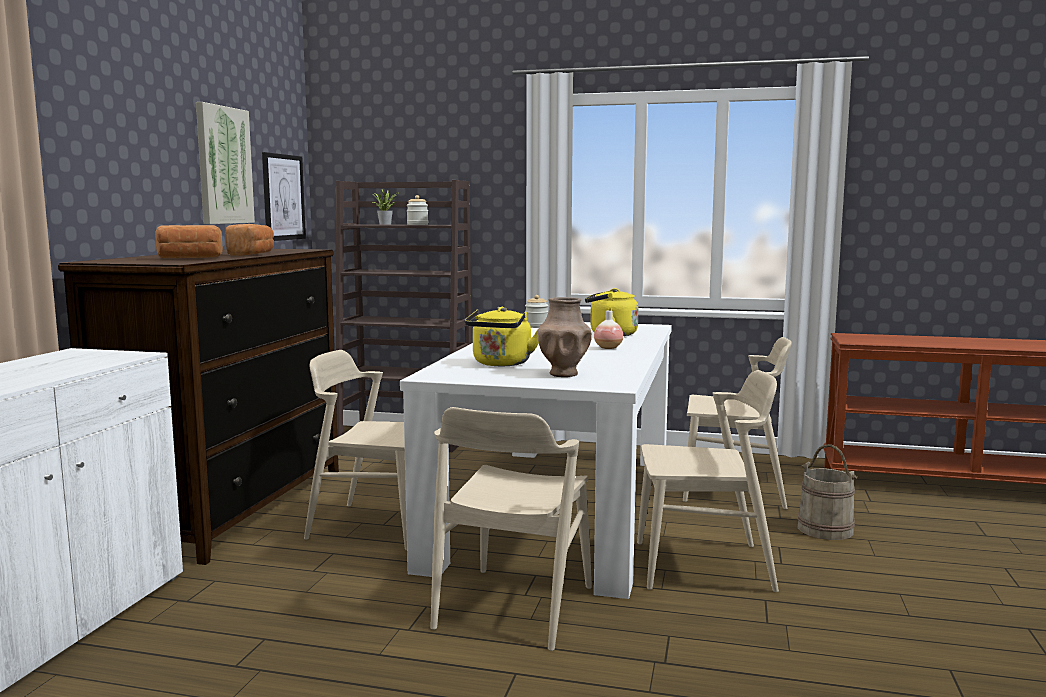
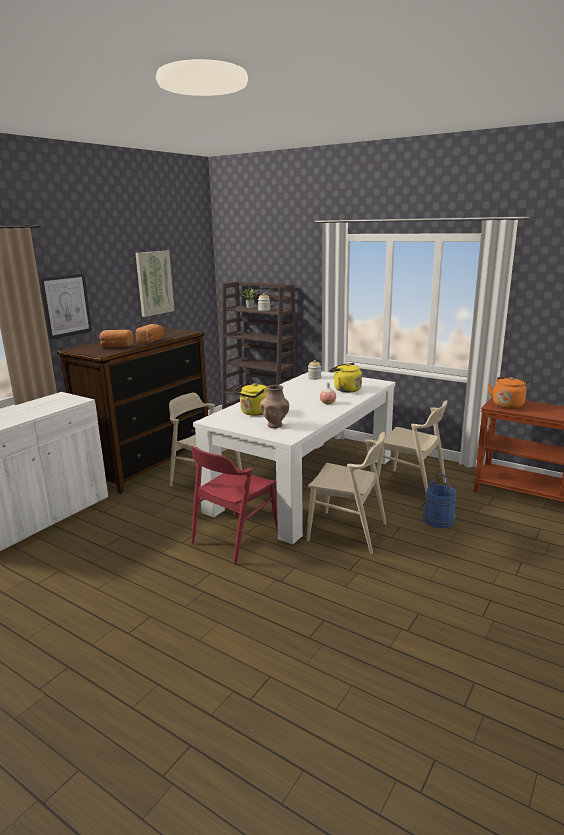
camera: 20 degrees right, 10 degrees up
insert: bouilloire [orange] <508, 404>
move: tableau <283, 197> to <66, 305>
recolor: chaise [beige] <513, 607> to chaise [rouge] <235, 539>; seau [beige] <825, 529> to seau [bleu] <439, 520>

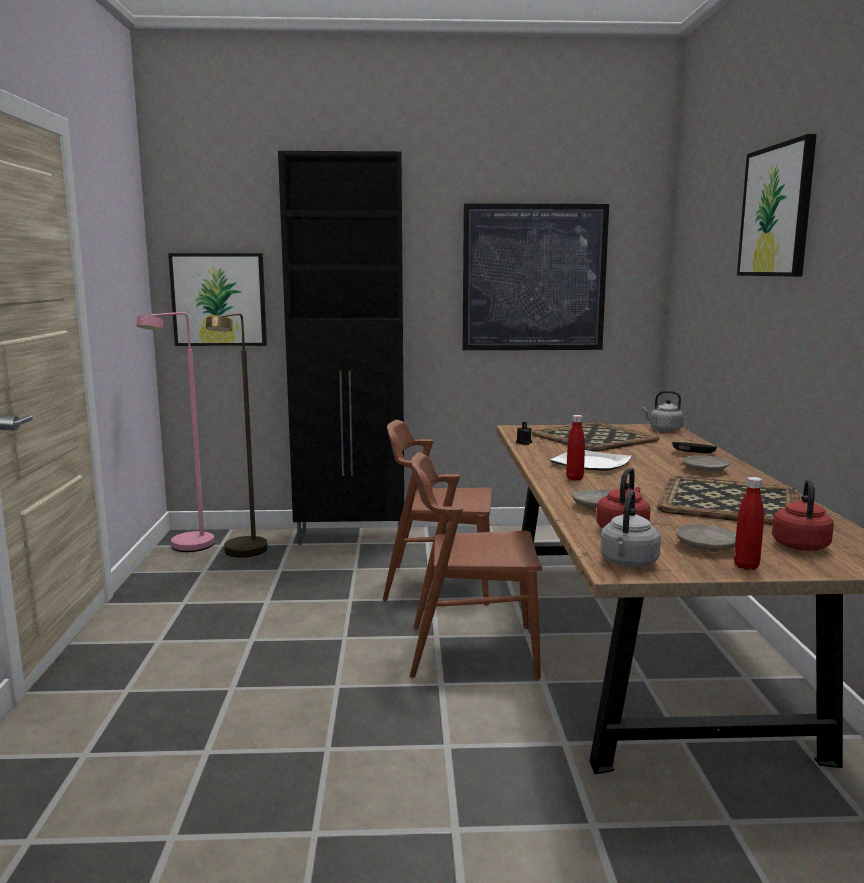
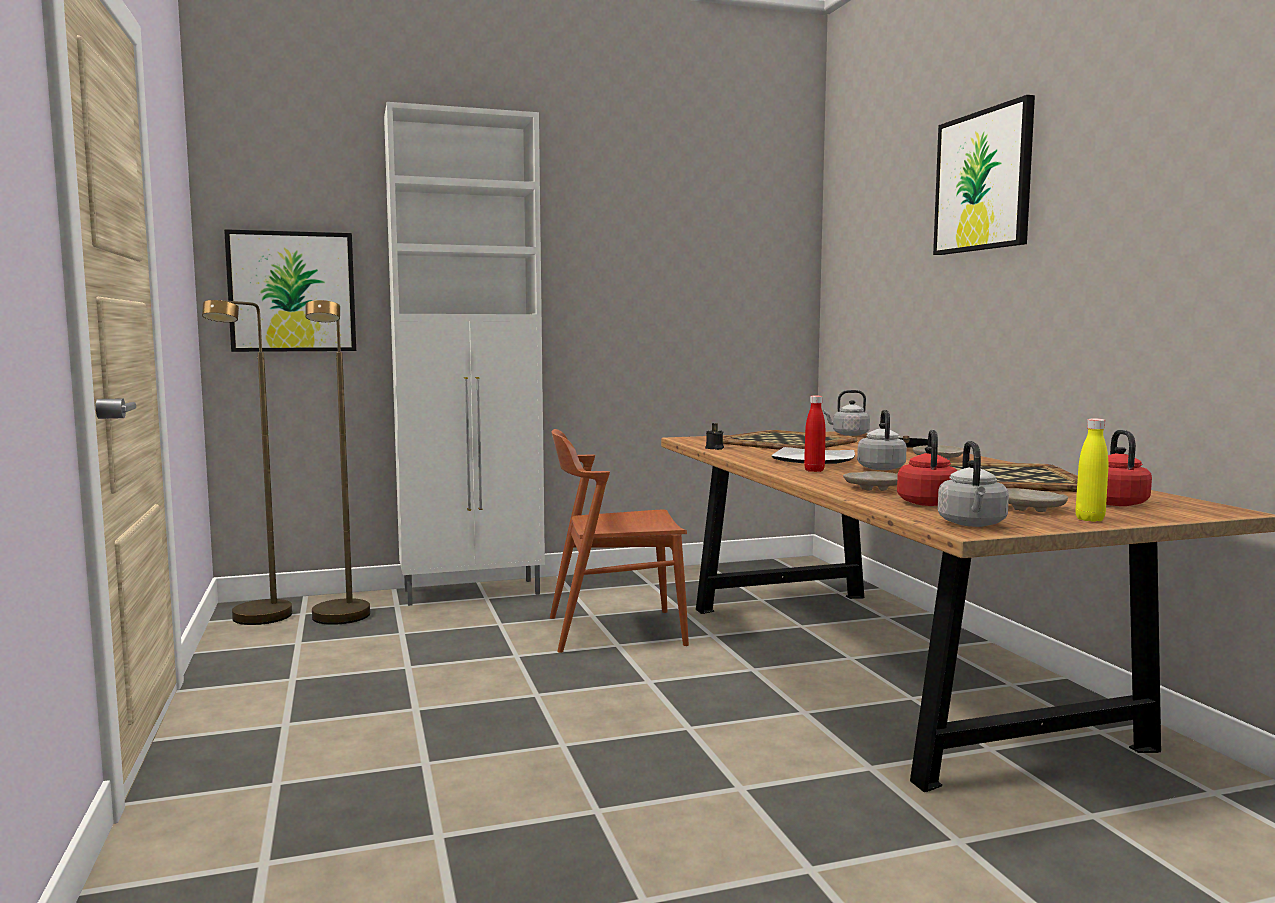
camera: 15 degrees left, 5 degrees down
delete: chaise [marron] <472, 650>; tableau <534, 278>
insert: bouilloire [gris] <880, 468>
recolor: lampadaire [rose] <187, 549> to lampadaire [marron] <257, 621>; meuble de rangement [noir] <352, 537> to meuble de rangement [blanc] <474, 592>; bouteille [rouge] <746, 566> to bouteille [jaune] <1089, 519>

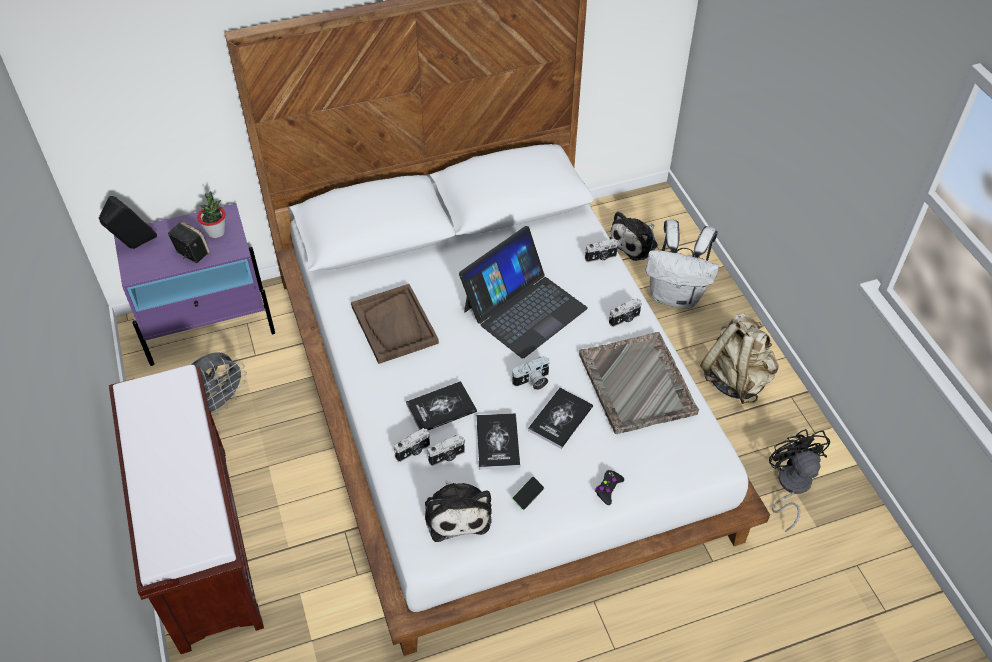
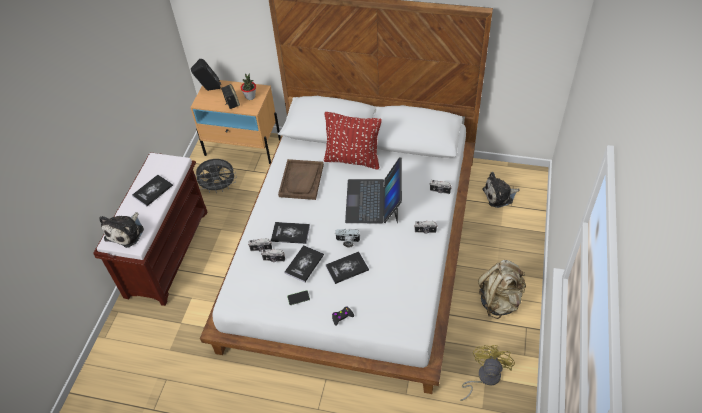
camera: 35 degrees right, 0 degrees up
delete: plateau [gris] <637, 385>; sac à dos [blanc] <676, 295>
insert: livre <152, 191>; coussin [rouge] <353, 159>
move: peluche <457, 512> to <126, 232>
recolor: table de chevet [violet] <209, 326> to table de chevet [beige] <243, 147>; ventilateur [noir] <790, 486> to ventilateur [jaune] <484, 377>
rotate: ordinateur portable <524, 309> = <373, 201> 105 degrees clockwise

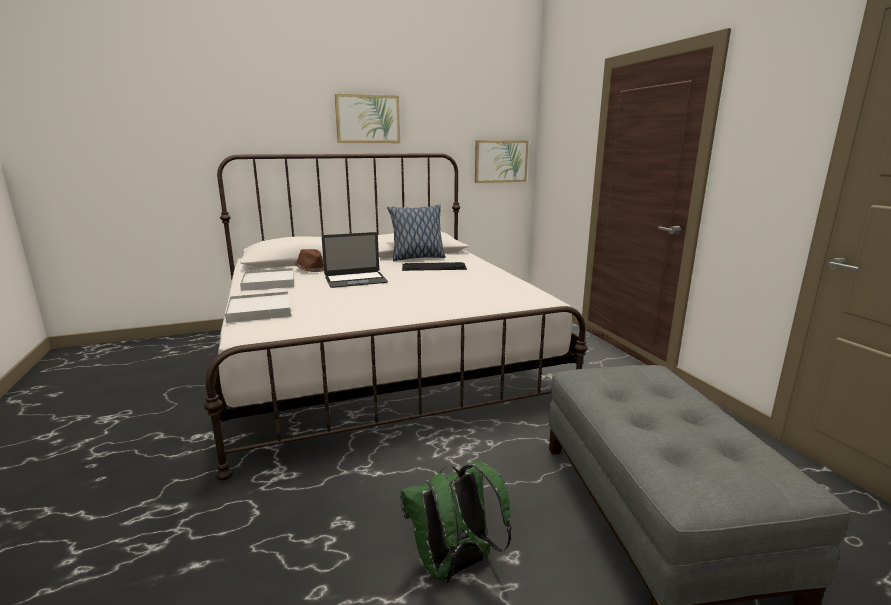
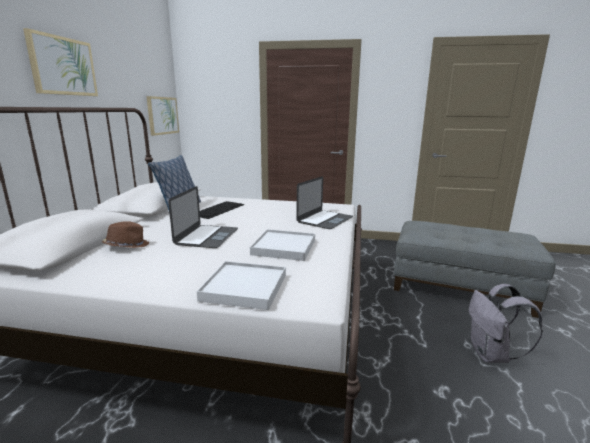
camera: 60 degrees left, 0 degrees up
insert: ordinateur portable <325, 219>
move: plateau [blanc] <269, 282> to <284, 247>
recolor: sac à dos [vert] <454, 566> to sac à dos [gris] <491, 355>

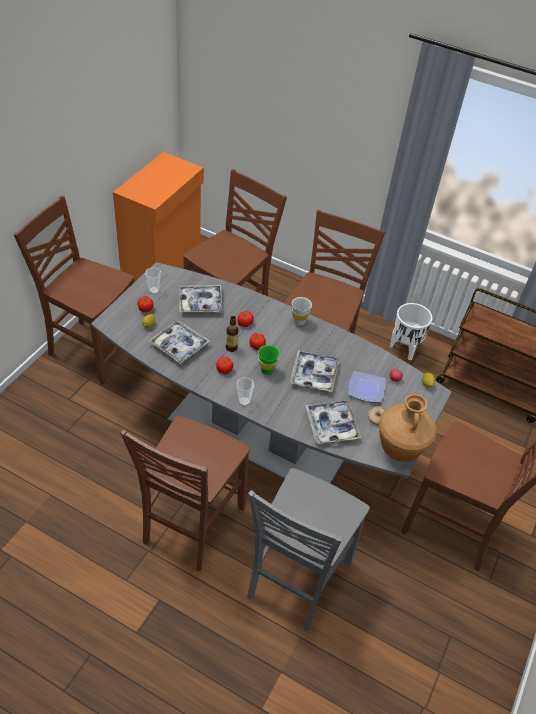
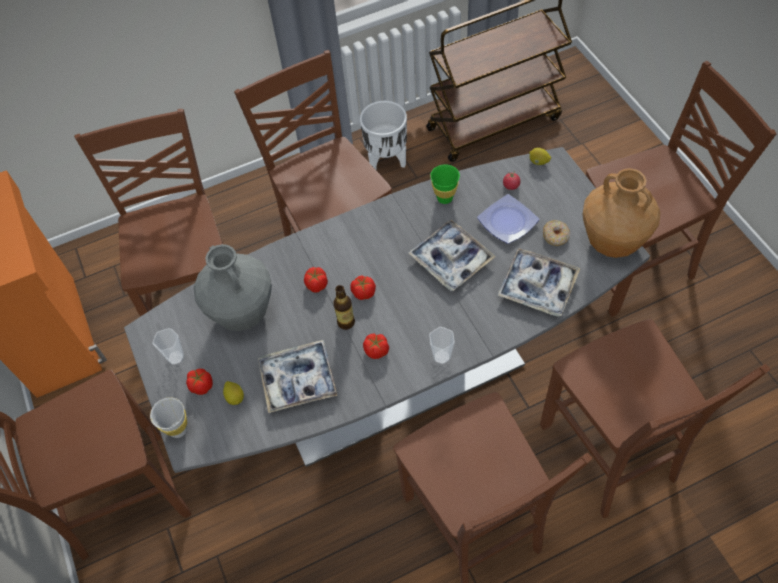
camera: 45 degrees left, 10 degrees up
move: tasse [vert] <267, 370> to <444, 198>; tasse [blanc] <299, 321> to <178, 429>
replace: plateau <201, 303> to vase [gris] <243, 314>
recolor: chaise [gris] <296, 580> to chaise [marron] <610, 454>

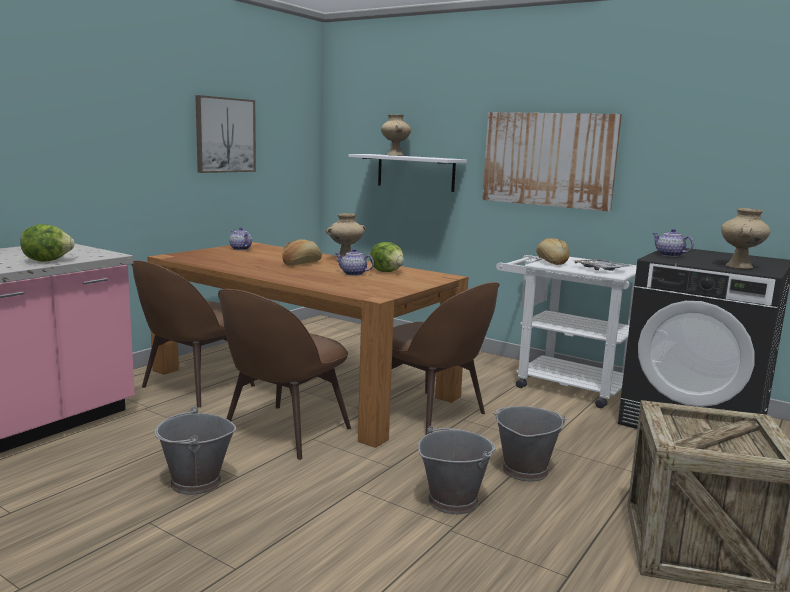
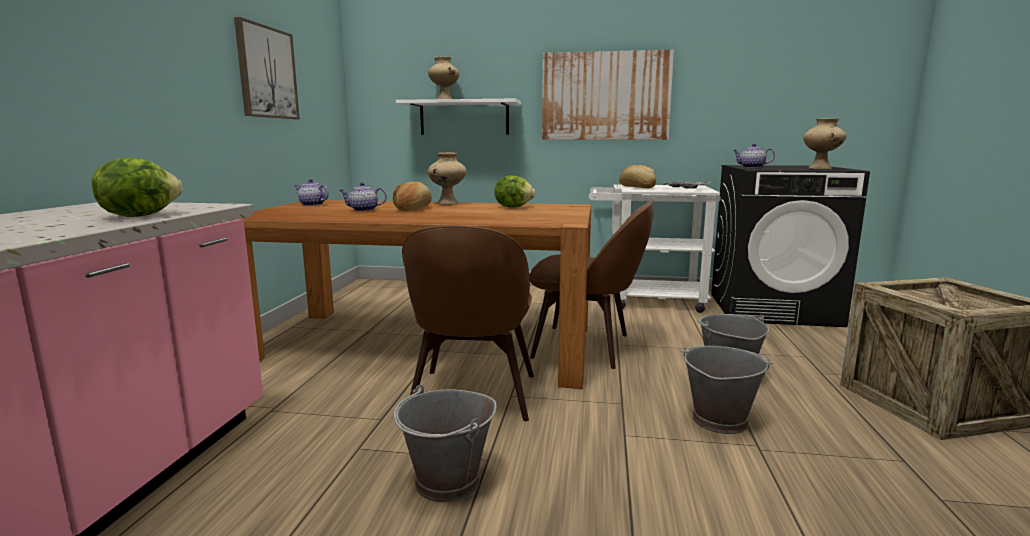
camera: 25 degrees left, 0 degrees up
delete: chaise [marron] <194, 387>
move: théière <353, 274> to <363, 210>

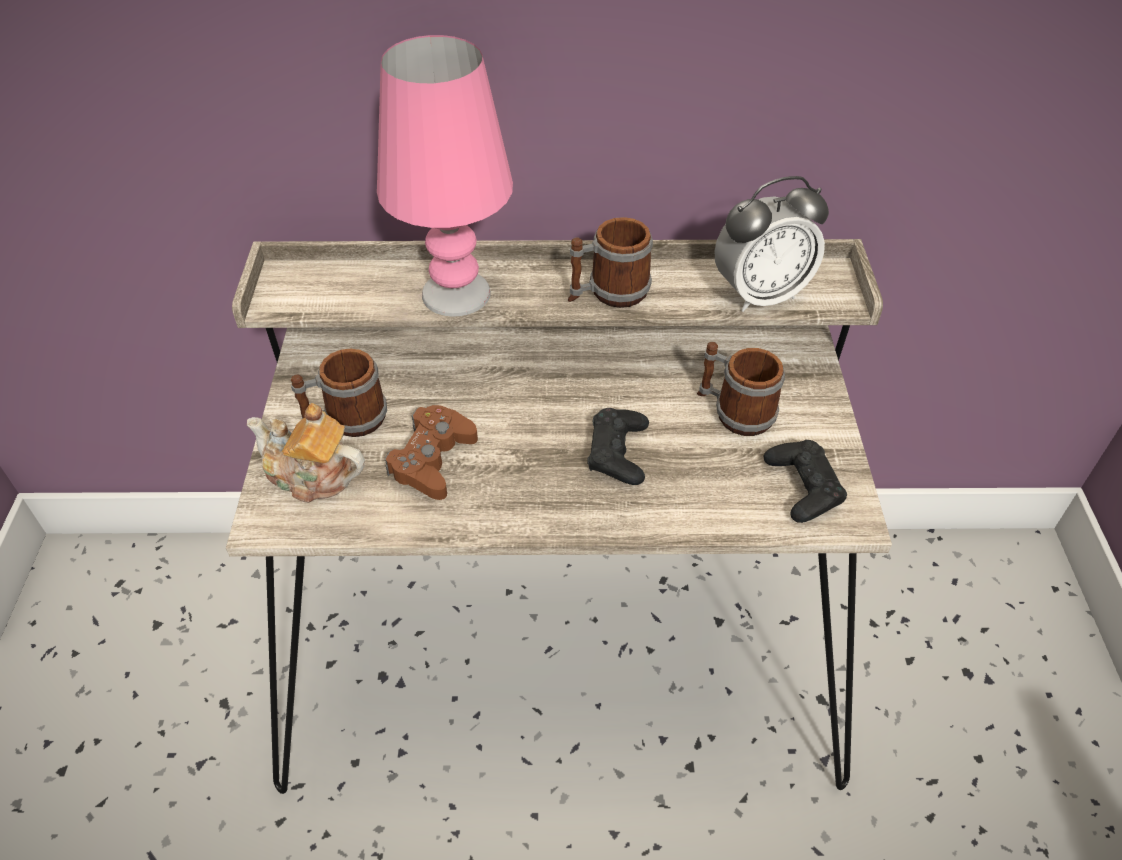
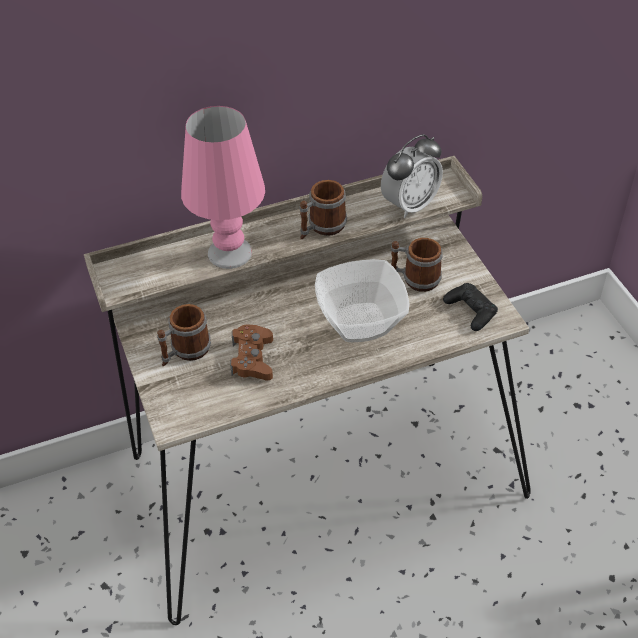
camera: 20 degrees left, 0 degrees up
delete: théière <311, 476>
replace: manette [noir] <618, 453> to bol <359, 322>

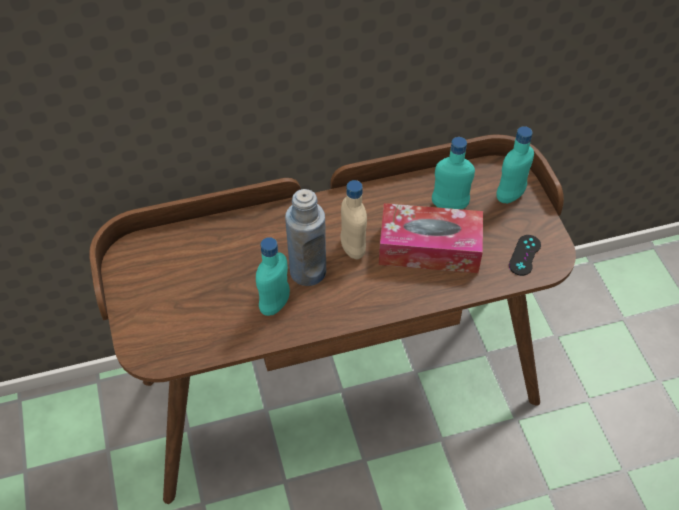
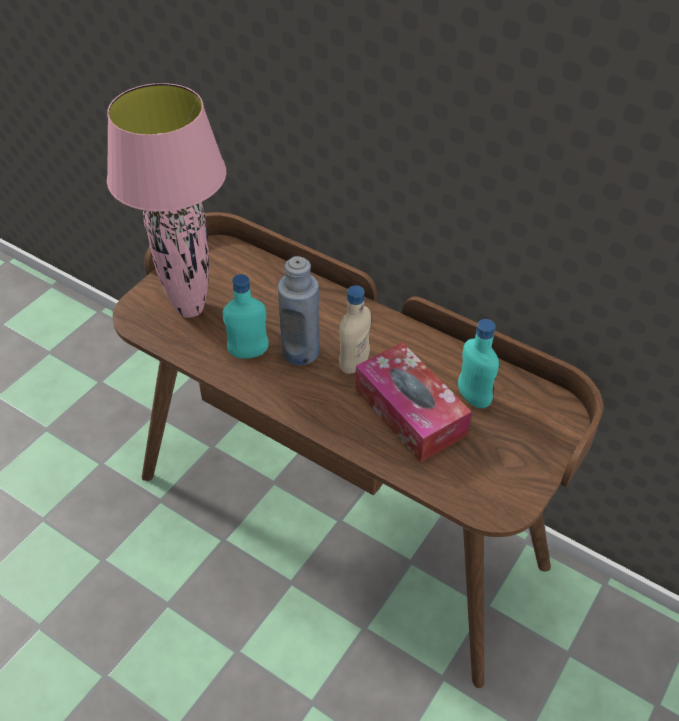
camera: 50 degrees right, 5 degrees down
delete: bouteille [turquoise] <510, 195>; manette [noir] <524, 255>
insert: lampe de table [rose] <190, 308>

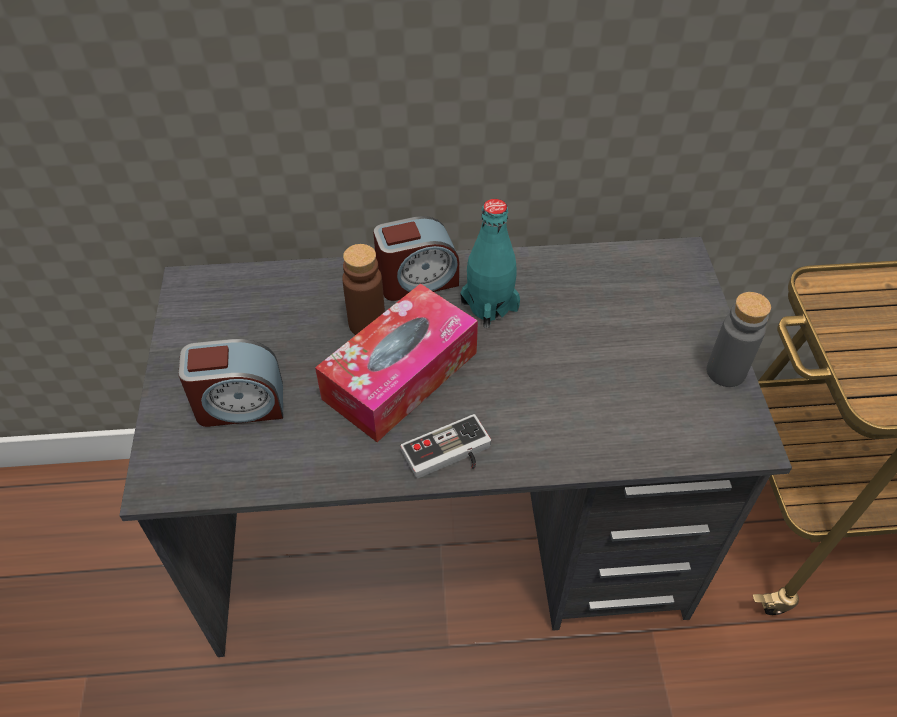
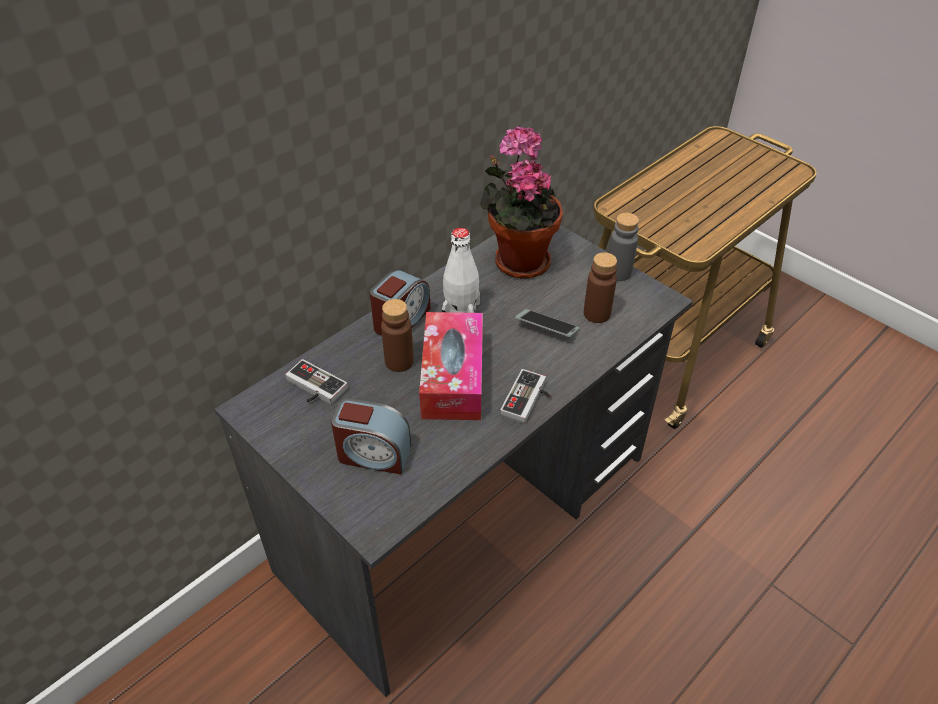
camera: 40 degrees left, 5 degrees down
insert: manette <313, 388>; plante en pot <518, 259>; téléphone <546, 328>; bouteille [marron] <596, 314>
recolor: bouteille [turquoise] <489, 306> to bouteille [blanc] <461, 310>
rotate: réveil <240, 405> = <373, 454> 60 degrees clockwise

